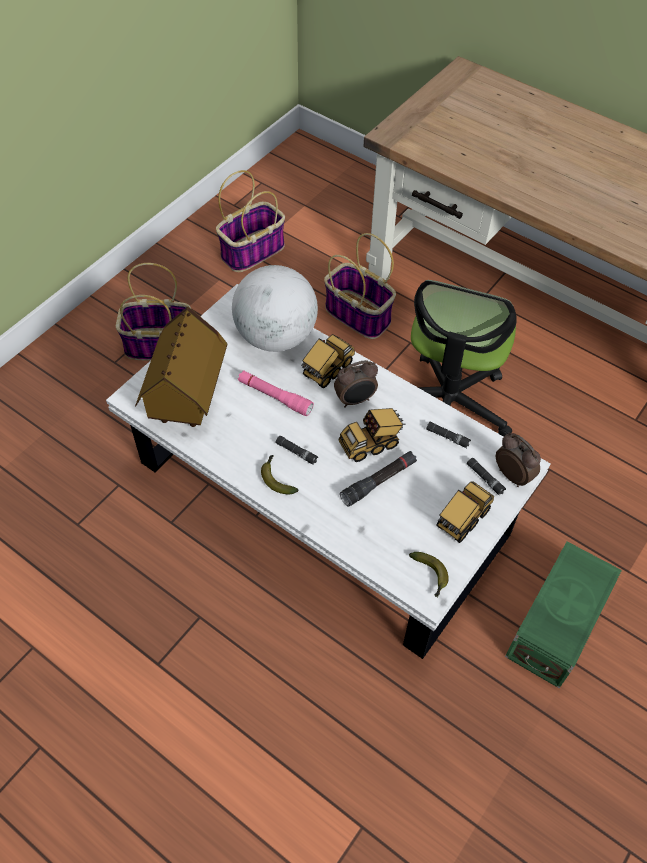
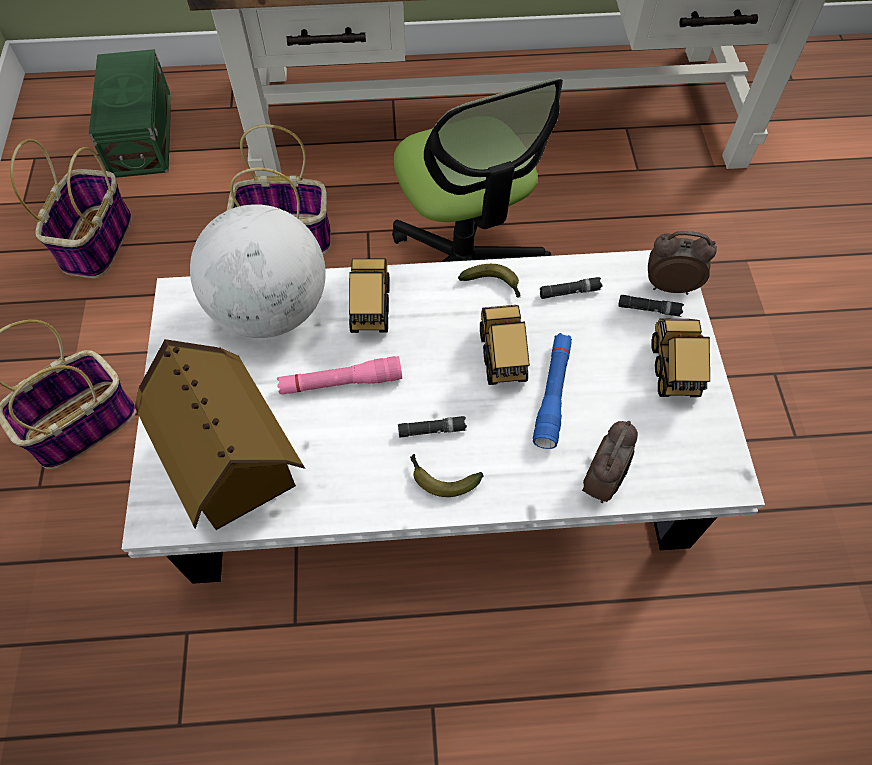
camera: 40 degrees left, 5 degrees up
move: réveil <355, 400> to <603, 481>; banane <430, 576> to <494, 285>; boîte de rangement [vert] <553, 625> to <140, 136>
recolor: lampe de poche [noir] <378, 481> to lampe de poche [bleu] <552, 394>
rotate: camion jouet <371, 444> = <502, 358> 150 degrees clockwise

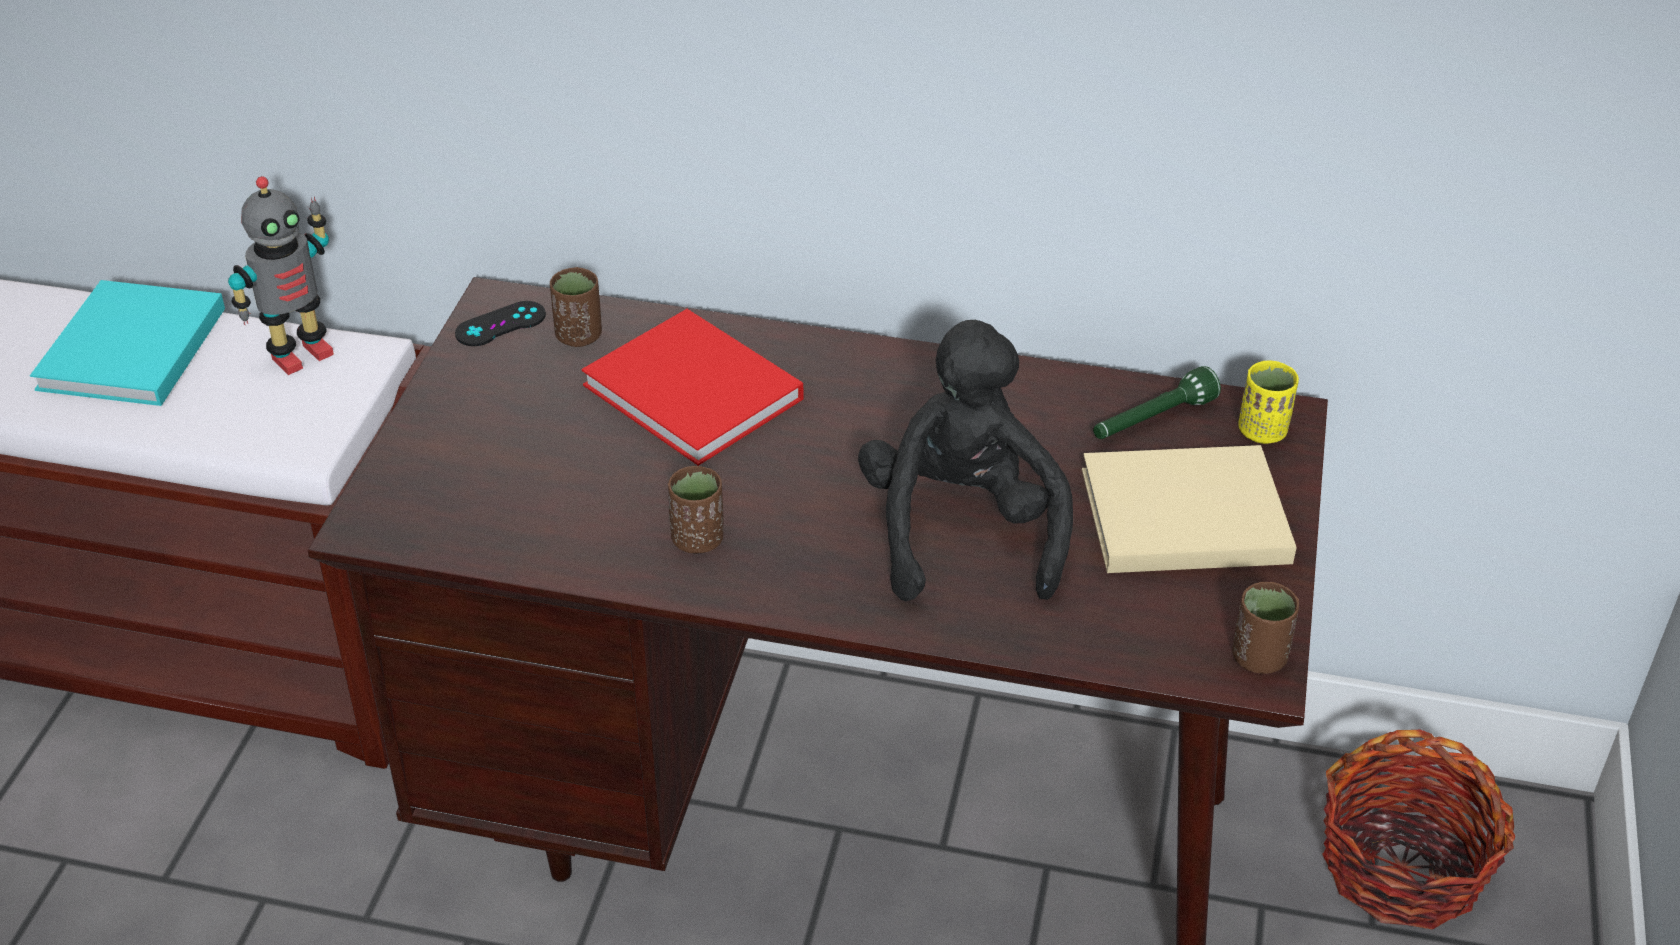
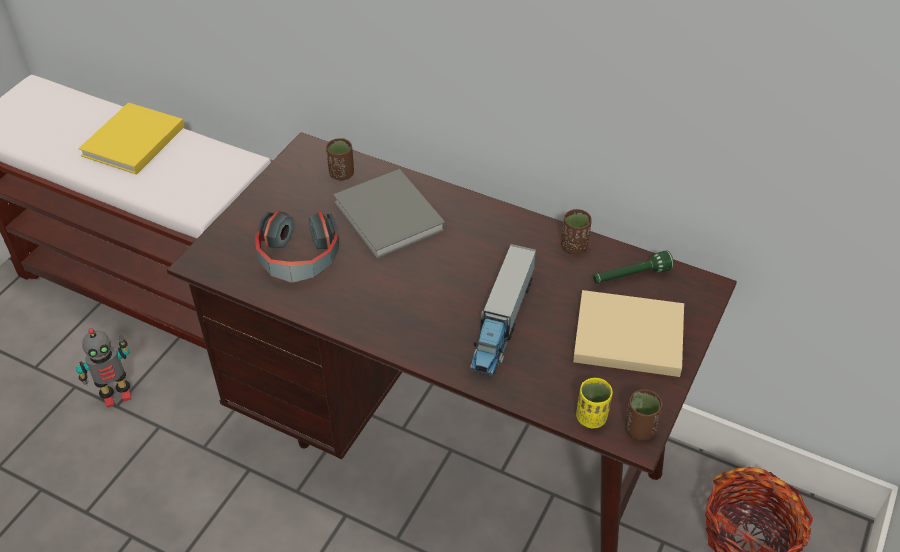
camera: 15 degrees right, 5 degrees up
delete: manette [noir] <500, 324>
insert: casque audio <298, 258>
move: robot jouet <300, 354> to <116, 395>; tasse [marron] <698, 539> to <574, 246>; tasse [jaune] <1262, 431> to <591, 417>
replace: peluche [noir] <961, 531> to camion jouet <502, 322>
recolor: livre [turquoise] <129, 352> to livre [jaune] <131, 143>; livre [rouge] <697, 395> to livre [gris] <390, 218>

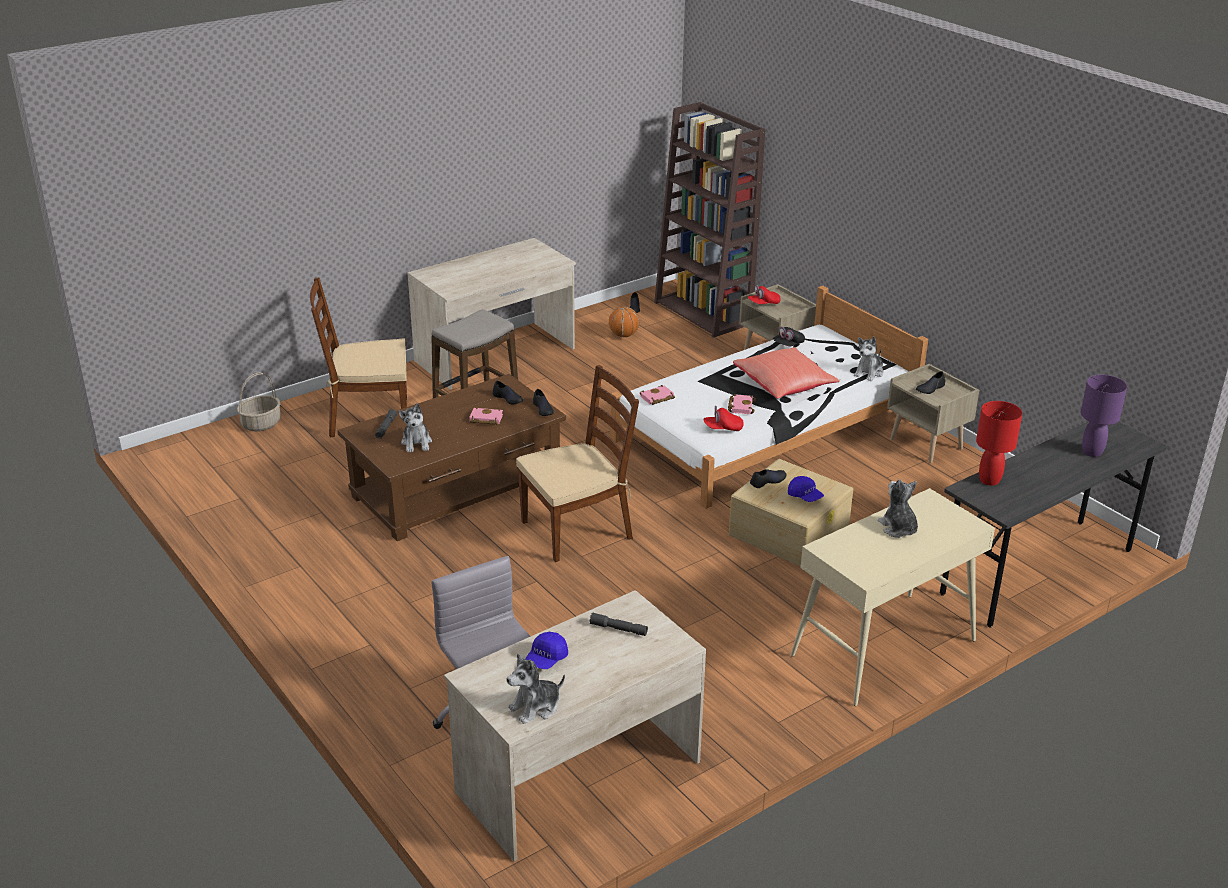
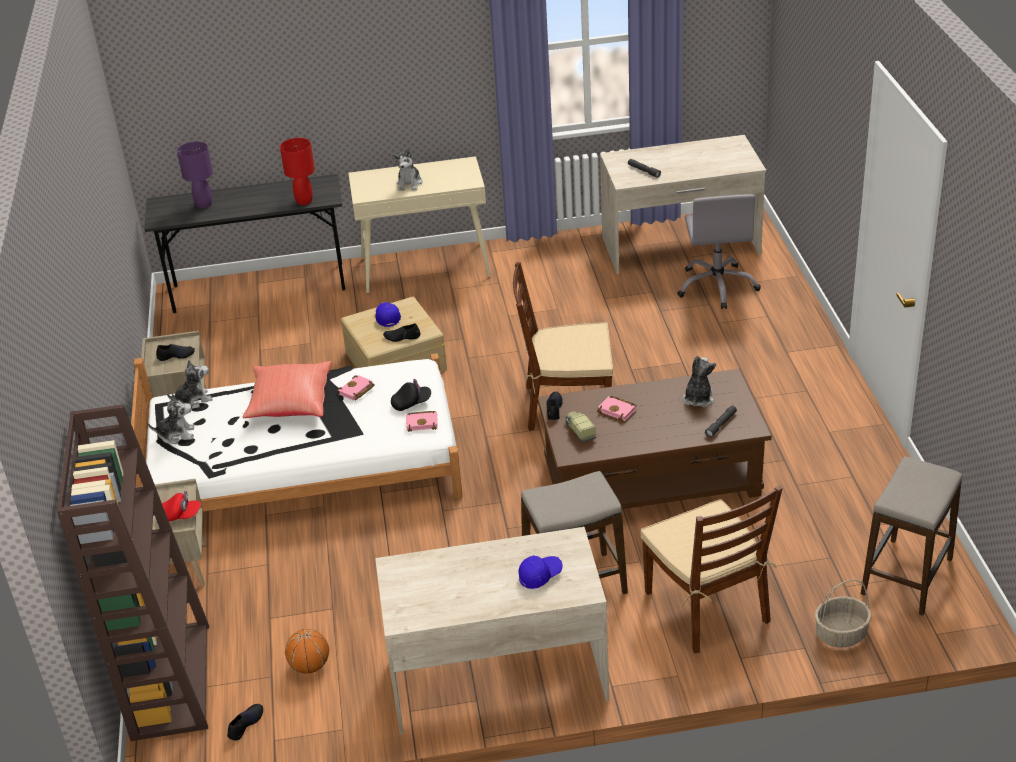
camera: 150 degrees left, 5 degrees up
delete: casquette [rouge] <723, 428>
insert: tabouret <907, 576>
move: peluche <536, 707> to <176, 435>; casquette [bleu] <546, 659> to <540, 575>; casquette [noir] <789, 345> to <411, 403>
replace: chaussure [noir] <508, 398> to camion jouet <580, 431>
rotate: chaise [marron] <368, 417> = <707, 607> 45 degrees clockwise

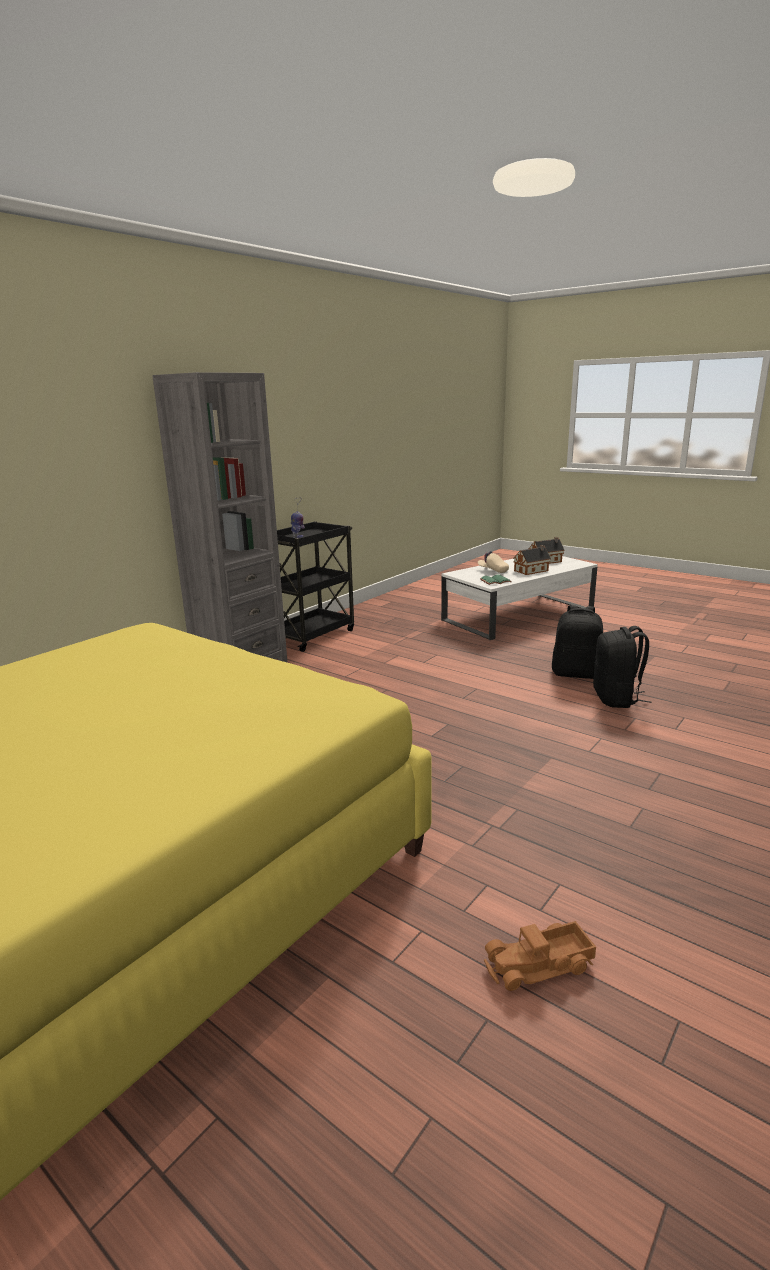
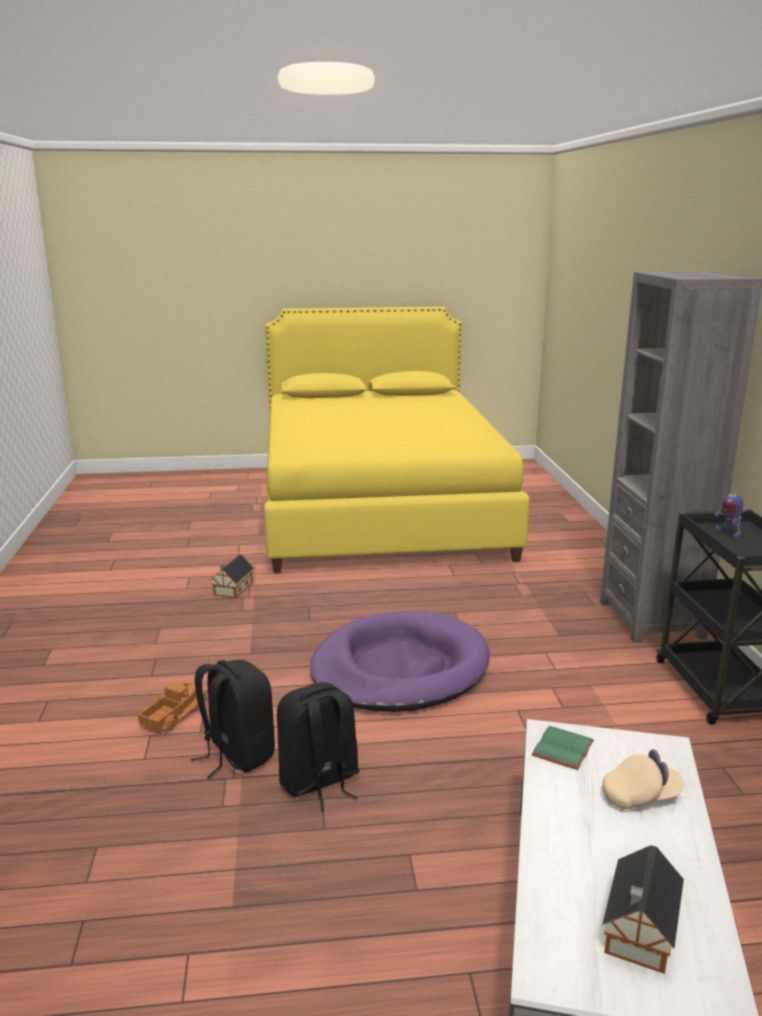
camera: 135 degrees right, 0 degrees up
insert: panier pour chien [violet] <400, 668>
move: camion jouet <540, 966> to <173, 713>; maison miniature <532, 570> to <232, 589>

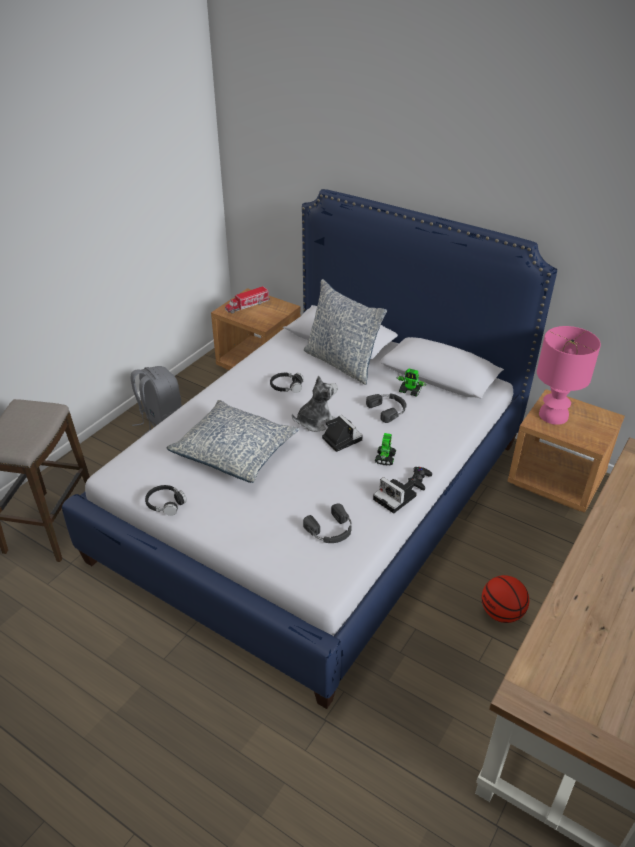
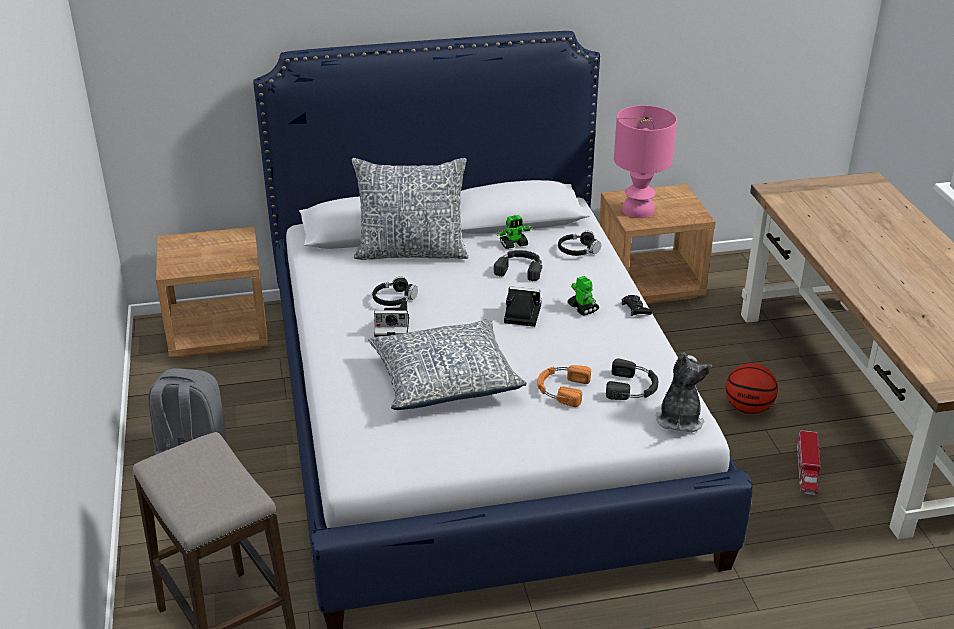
camera: 45 degrees left, 5 degrees down
insert: casque audio [orange] <561, 388>
move: casque audio [noir] <165, 504> to <578, 250>; camion jouet <247, 305> to <807, 470>; peluche <315, 421> to <679, 419>; appareil photo <396, 498> to <394, 329>

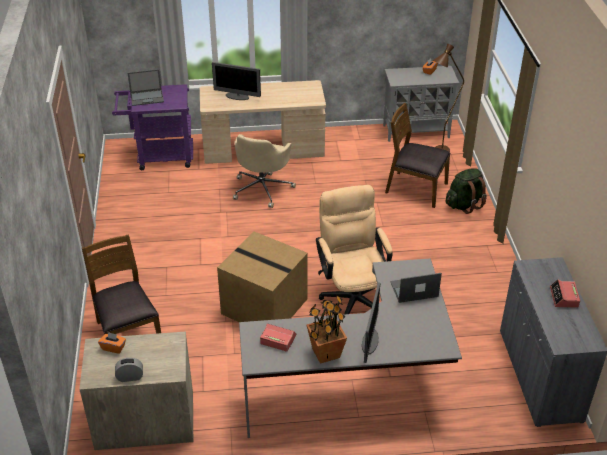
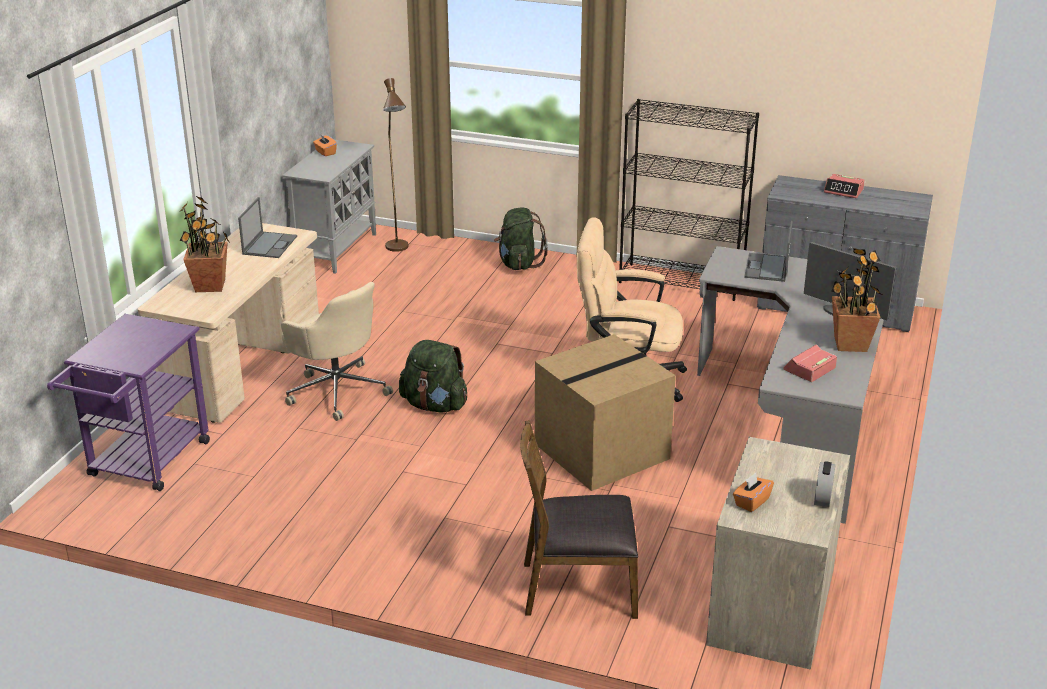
camera: 65 degrees left, 10 degrees down
delete: chaise [marron] <415, 188>
insert: sac à dos [vert] <435, 405>; bibliothèque [noir] <682, 281>
move: ordinateur portable <147, 97> to <270, 245>
replace: écran d'ordinateur <237, 96> to plante en pot <210, 286>

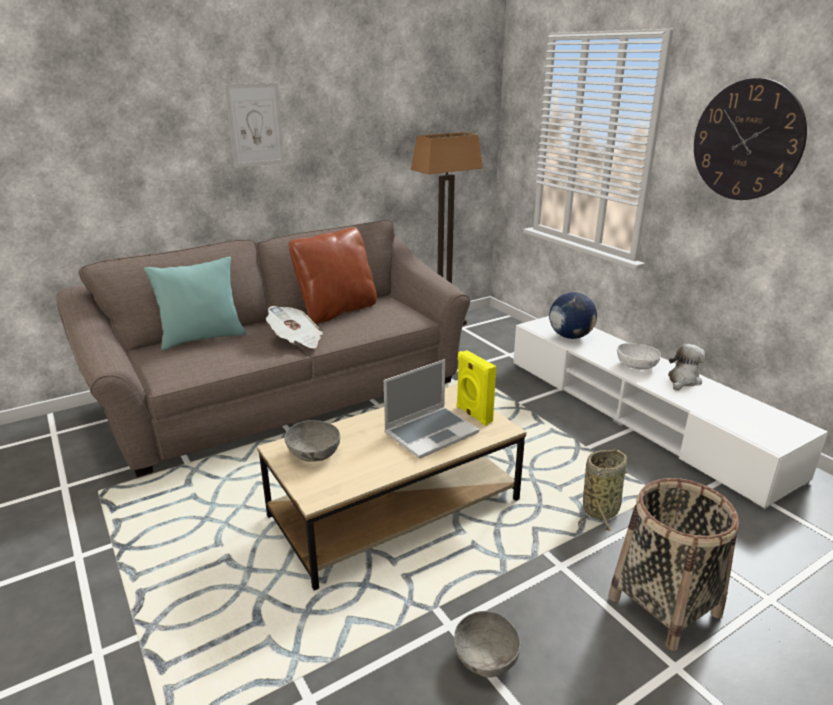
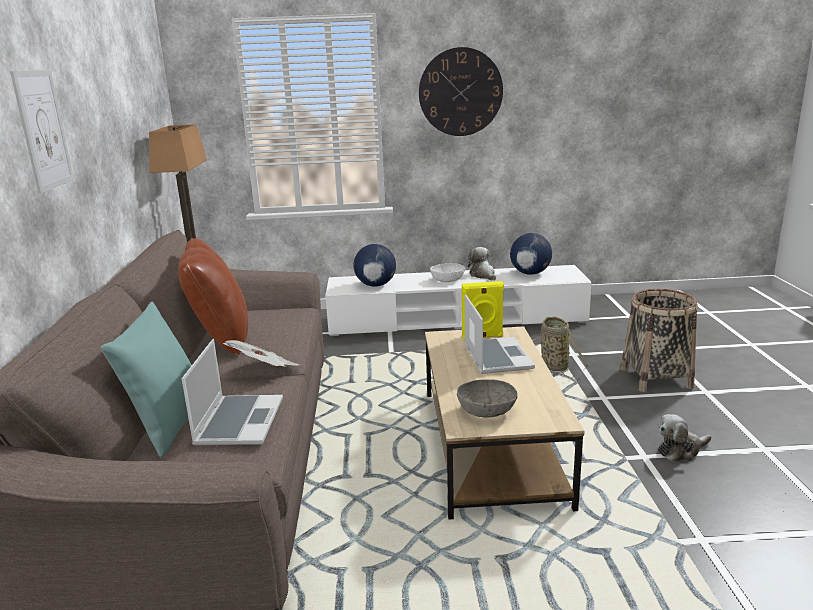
camera: 60 degrees left, 5 degrees down
insert: ordinateur portable <239, 421>; globe <530, 273>
replace: bol [gris] <485, 657> to peluche <680, 450>

